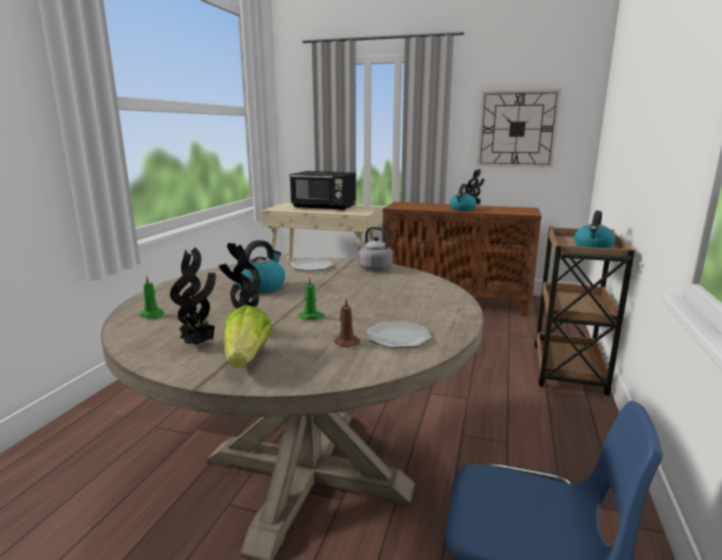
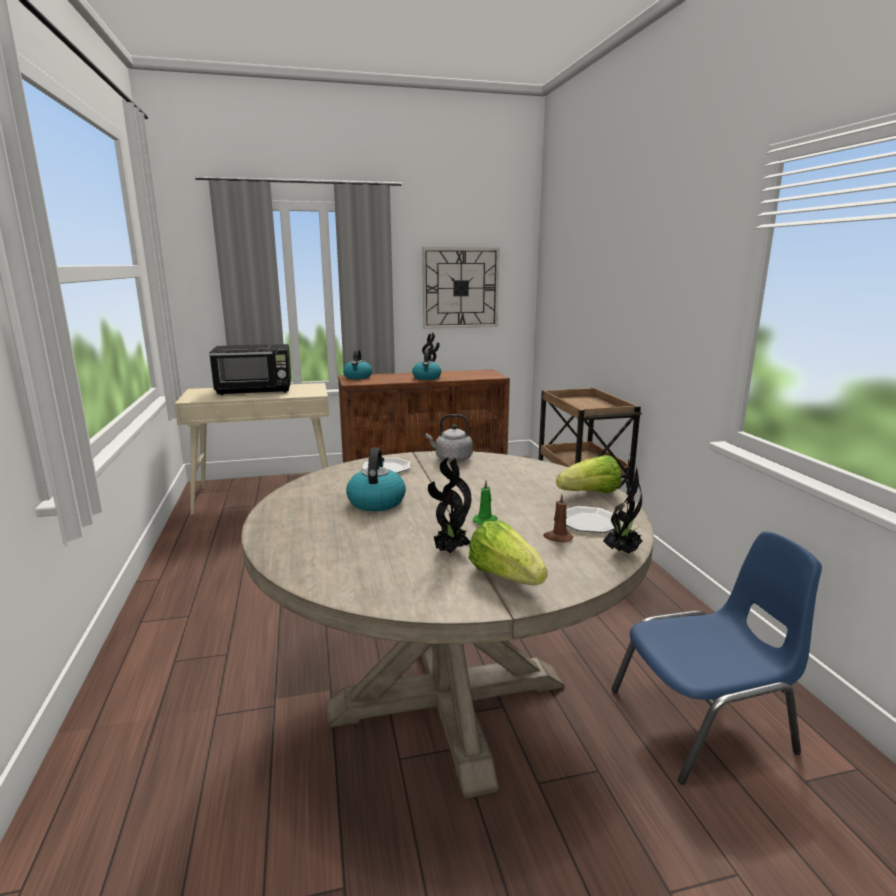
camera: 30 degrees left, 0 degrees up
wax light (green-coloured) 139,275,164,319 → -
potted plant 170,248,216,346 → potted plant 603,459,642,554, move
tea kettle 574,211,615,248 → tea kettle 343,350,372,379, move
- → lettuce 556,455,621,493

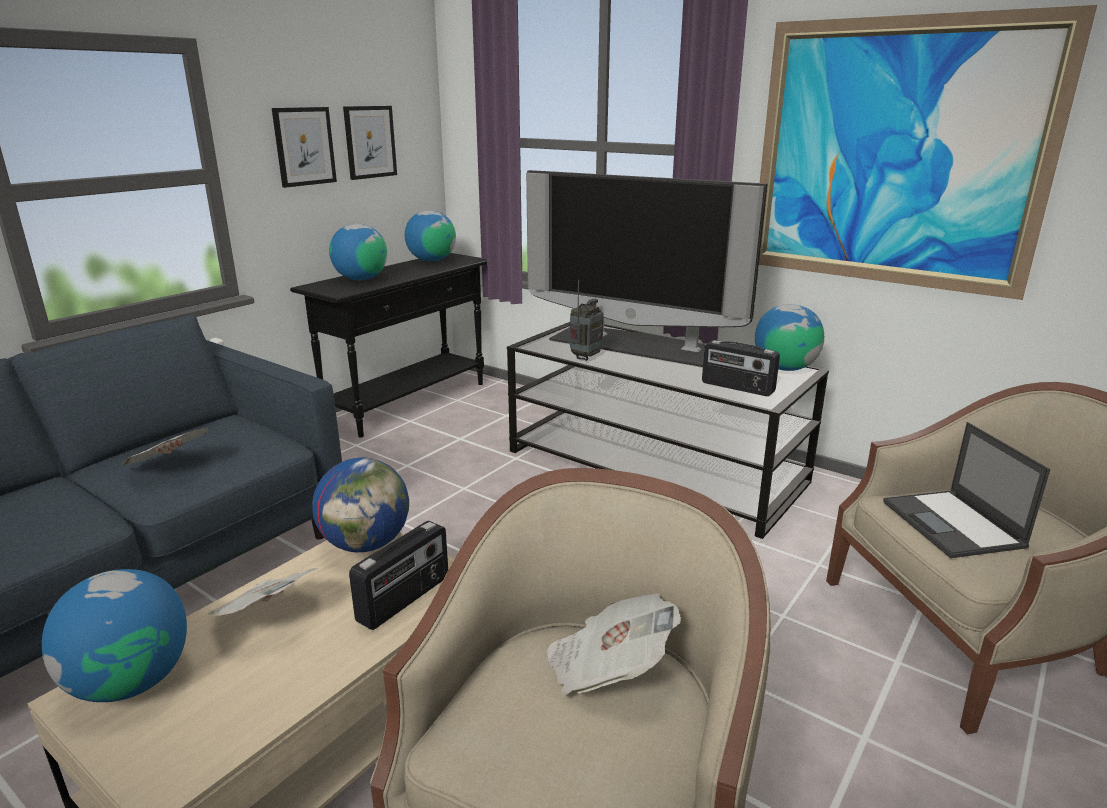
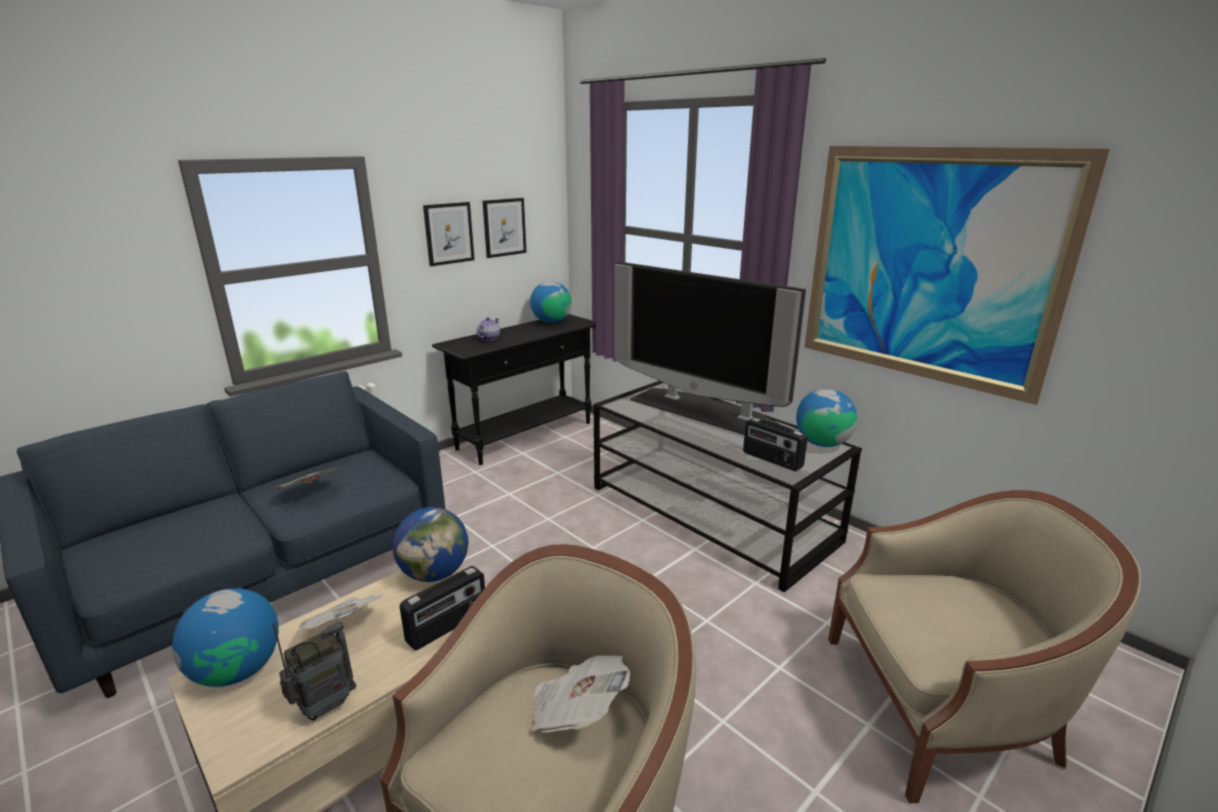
camera: 10 degrees right, 0 degrees up
world globe 329,224,387,280 → teapot 477,317,500,341
radio set 570,280,604,361 → radio set 272,621,356,722, move
laptop 883,422,1050,558 → -

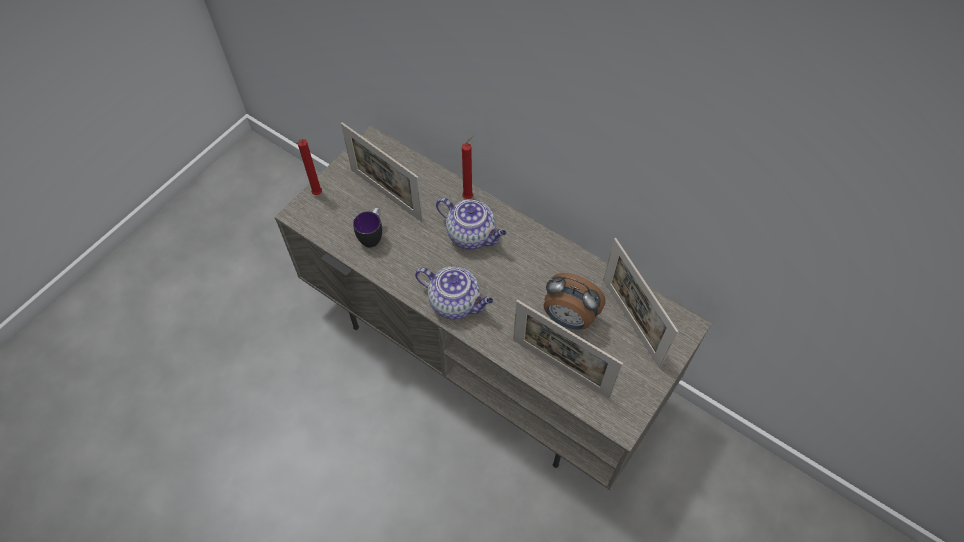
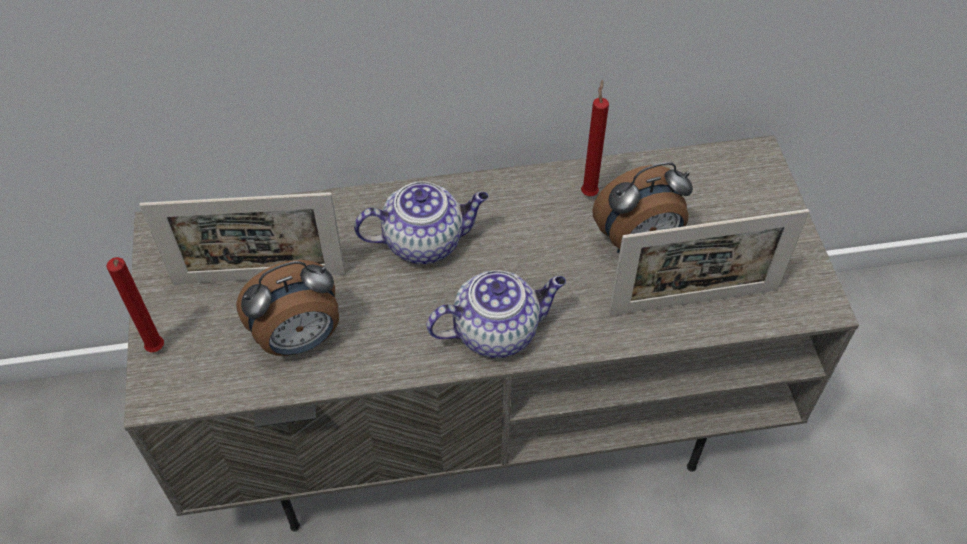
camera: 45 degrees left, 5 degrees down
mug 353,208,382,248 → bedside clock 236,260,339,356
wax light (red) 462,135,474,199 → wax light (red) 581,79,609,196, move
standing frame 603,238,678,368 → -

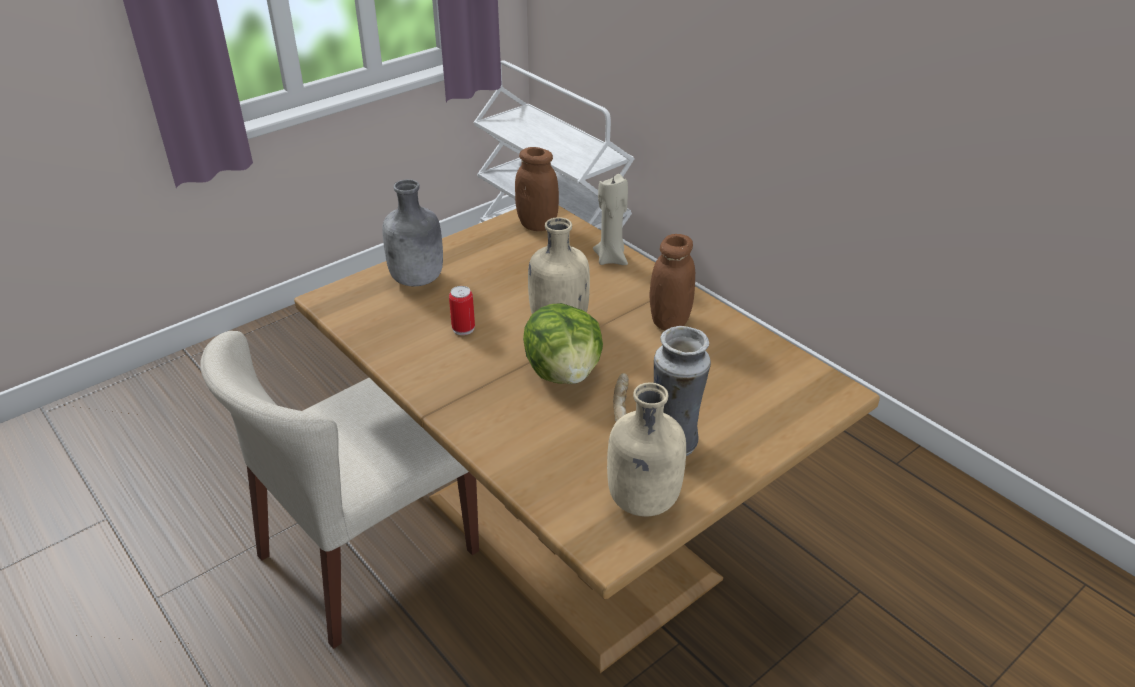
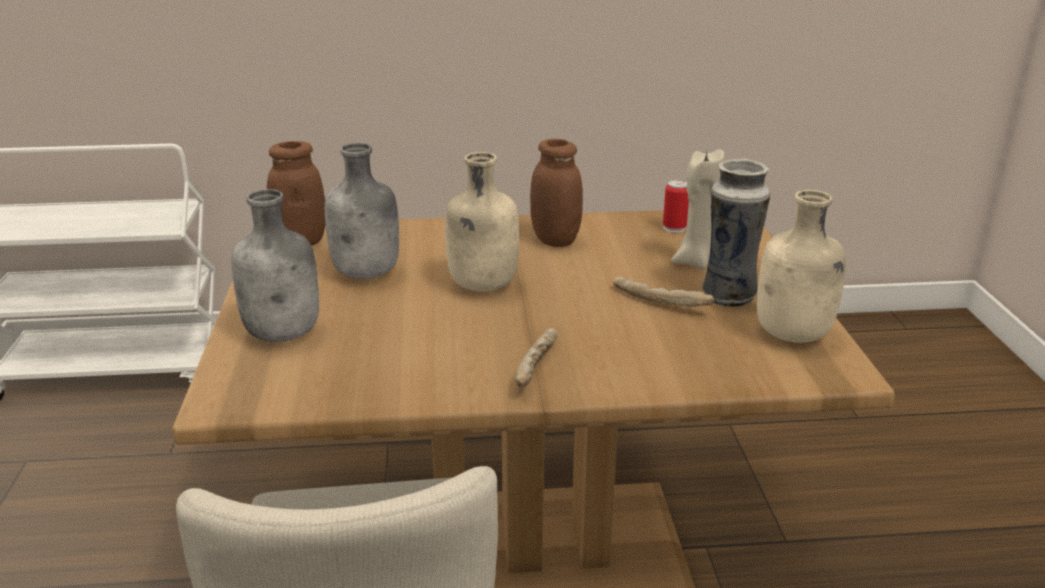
camera: 55 degrees left, 10 degrees down
metal can 449,286,475,335 → metal can 663,180,689,233, move
lettuce 523,303,603,384 → -
wax light (beige) 593,174,628,265 → wax light (beige) 671,149,725,270, move
- → drink bottle (grey) 325,143,399,279
- → bread 514,328,557,387

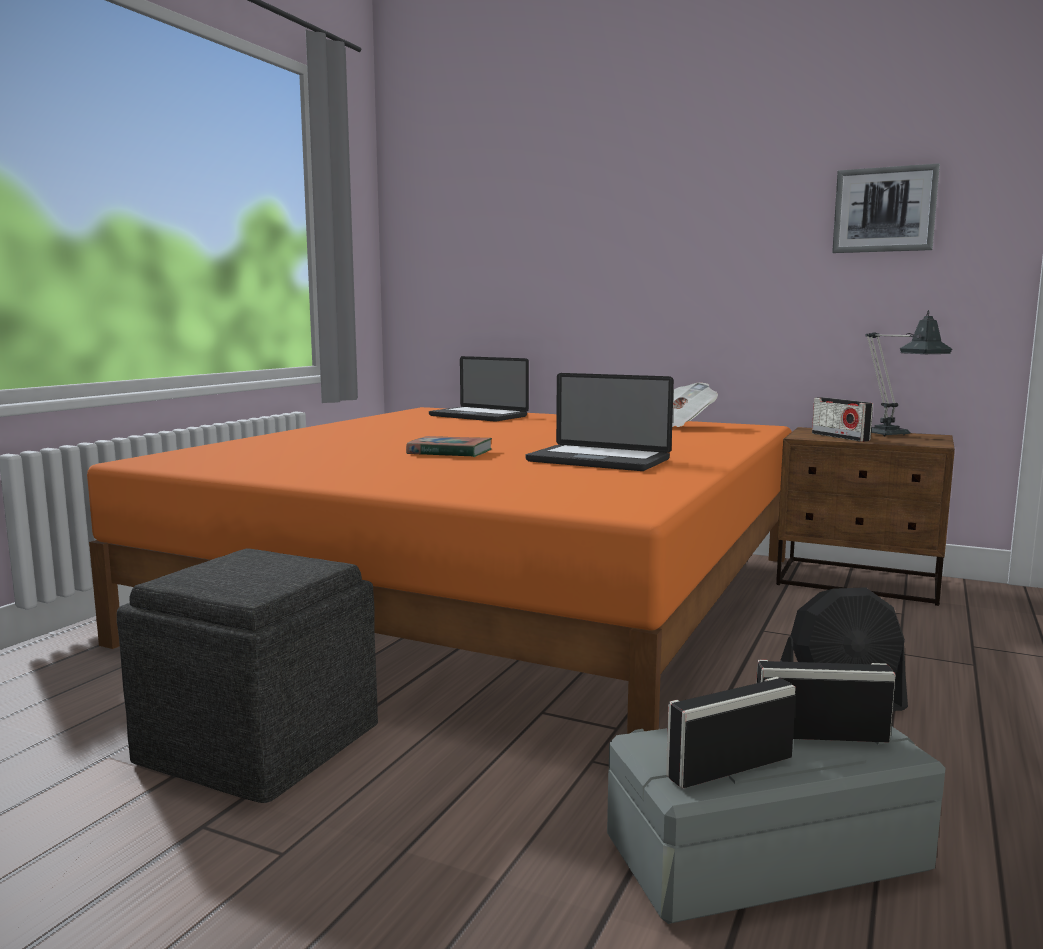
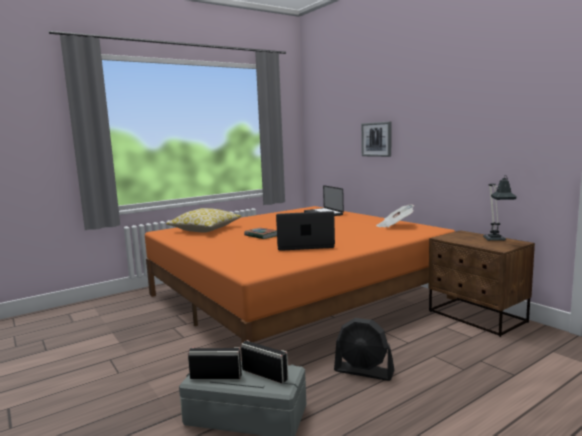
camera: 30 degrees right, 0 degrees up
ottoman (grey) 117,548,378,803 → -
laptop 526,373,674,471 → laptop 276,211,335,251, 120 degrees clockwise
radio set 812,397,873,442 → -
wall picture 832,163,940,253 → wall picture 361,121,391,157, move
- → throw pillow 166,208,242,233

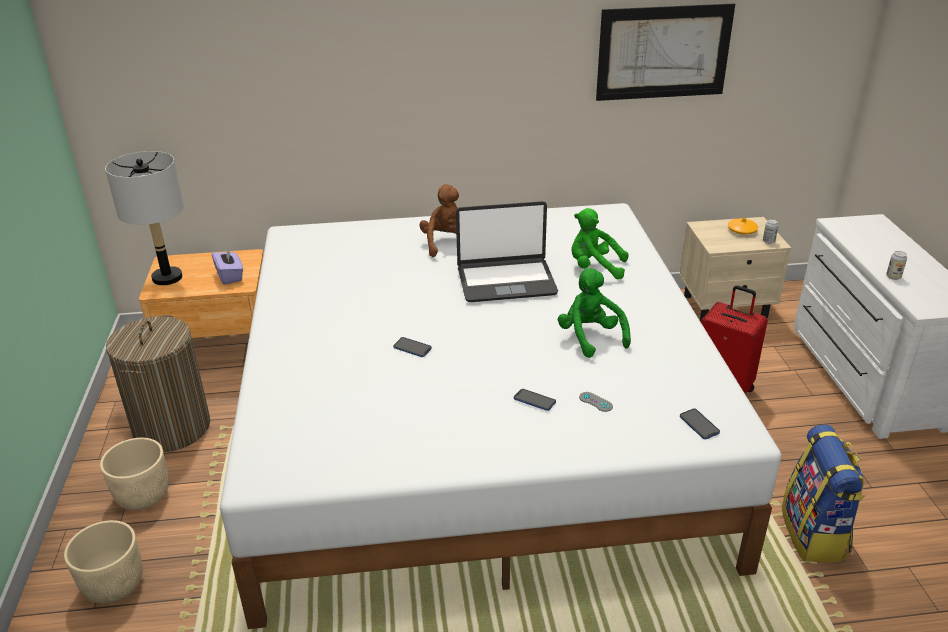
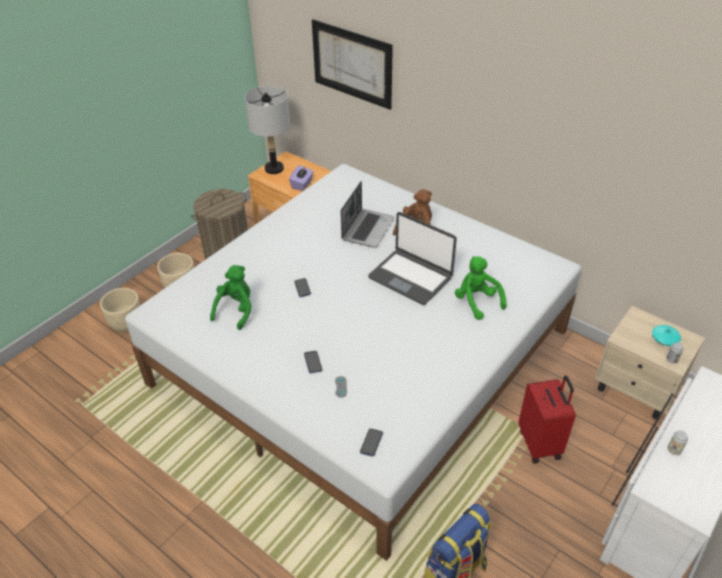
camera: 45 degrees right, 10 degrees up
cuddly toy (green-coloured) 558,268,631,358 → cuddly toy (green-coloured) 210,265,252,330, move
wall picture 596,3,735,101 → wall picture 312,19,393,110, move
decorative vase (orange) 728,218,758,234 → decorative vase (turquoise) 652,325,681,346
- → laptop 340,181,395,248

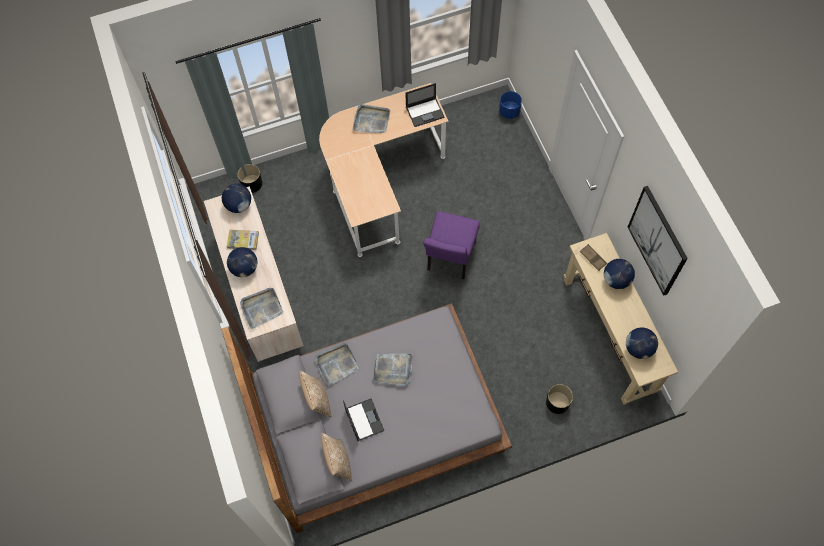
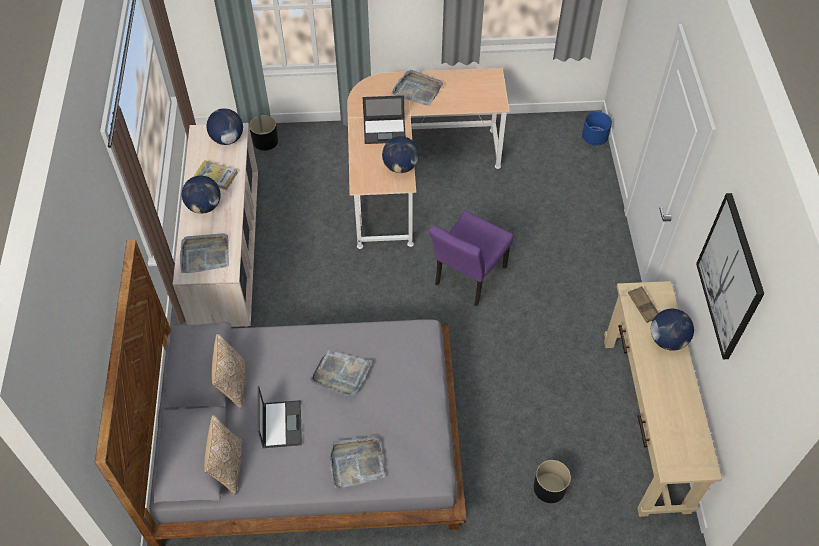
camera: 15 degrees right, 10 degrees down
tray (grey) 315,343,359,386 → tray (grey) 329,436,385,489, move
laptop 405,83,445,127 → laptop 363,95,406,144, move
world globe 626,327,658,359 → world globe 382,136,419,173, move

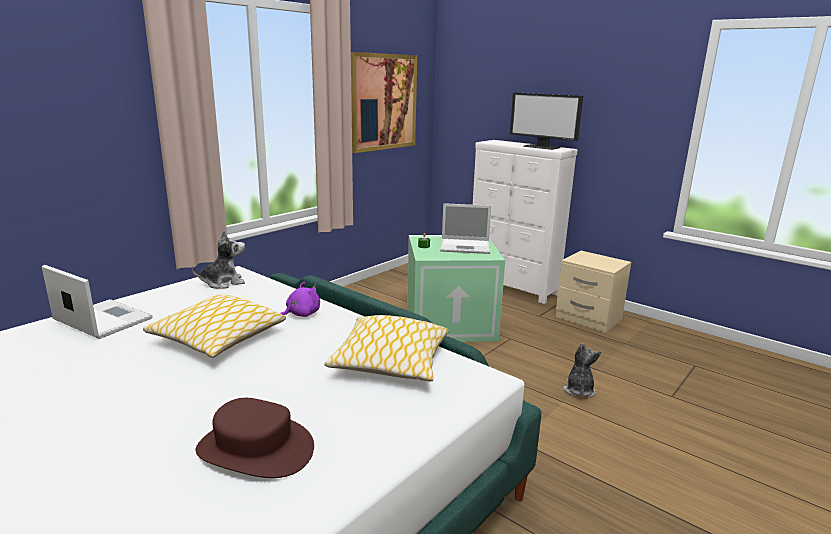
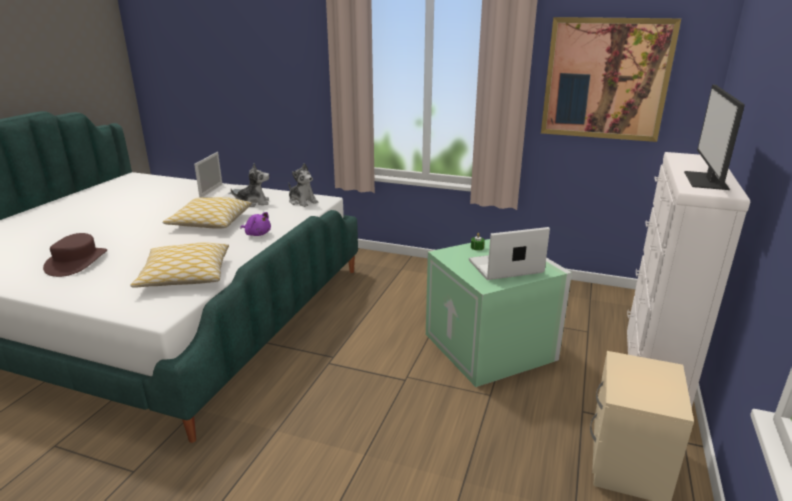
camera: 70 degrees right, 5 degrees up
laptop 440,203,491,254 → laptop 469,227,550,280, 90 degrees clockwise
cuddly toy 563,343,601,398 → cuddly toy 231,163,269,207, move

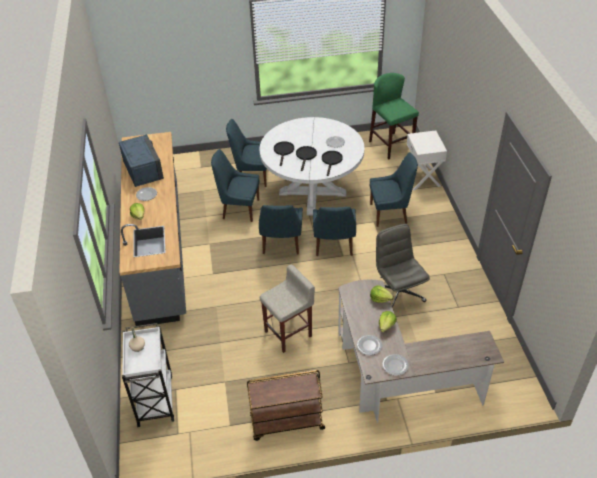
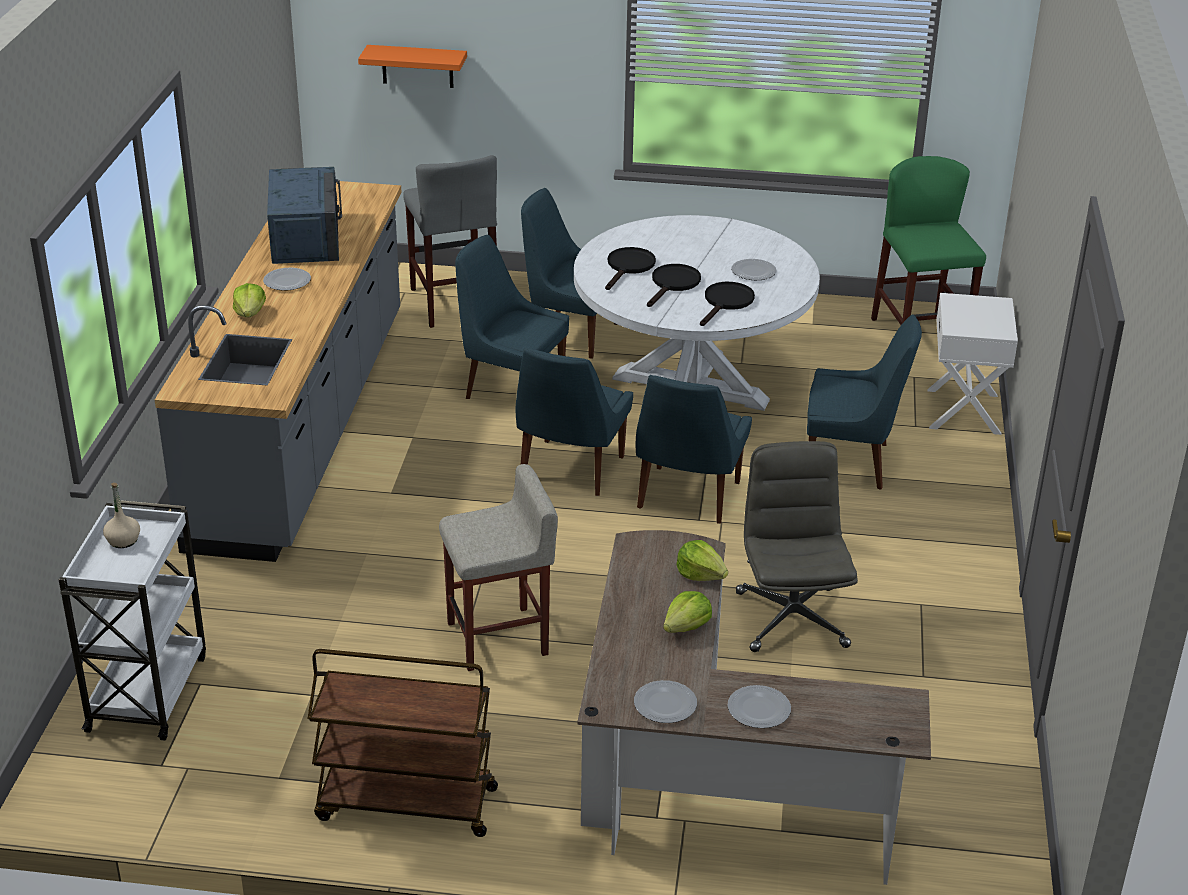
camera: 15 degrees right, 10 degrees down
dinner plate 357,335,382,355 → dinner plate 728,685,791,728, move
- → wall shelf (orange) 358,45,467,88
- → stool (grey) 403,155,497,328

